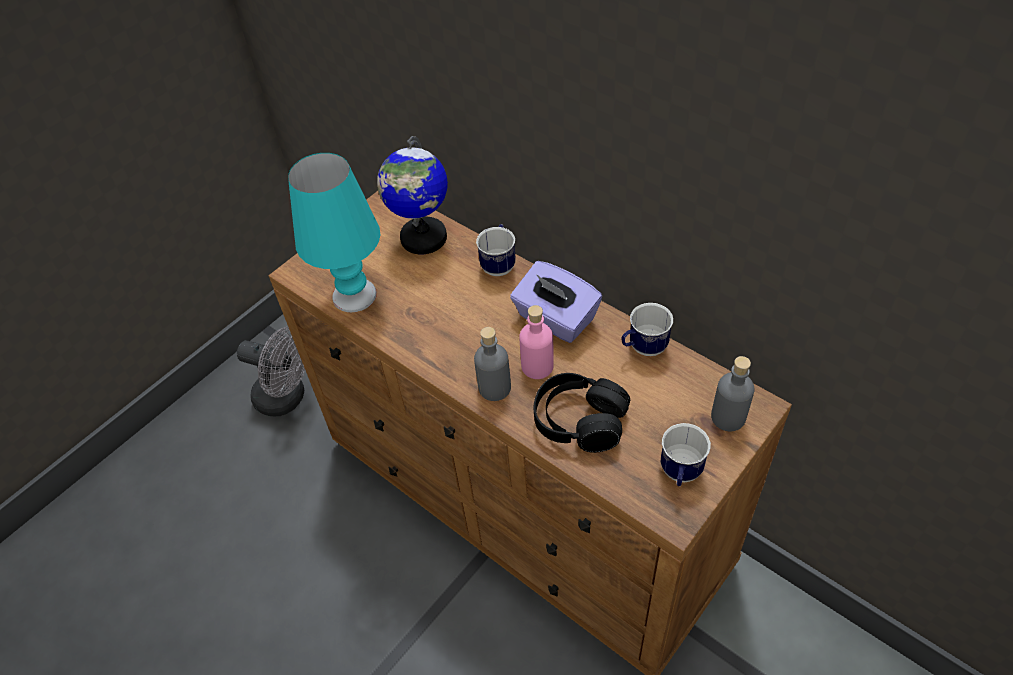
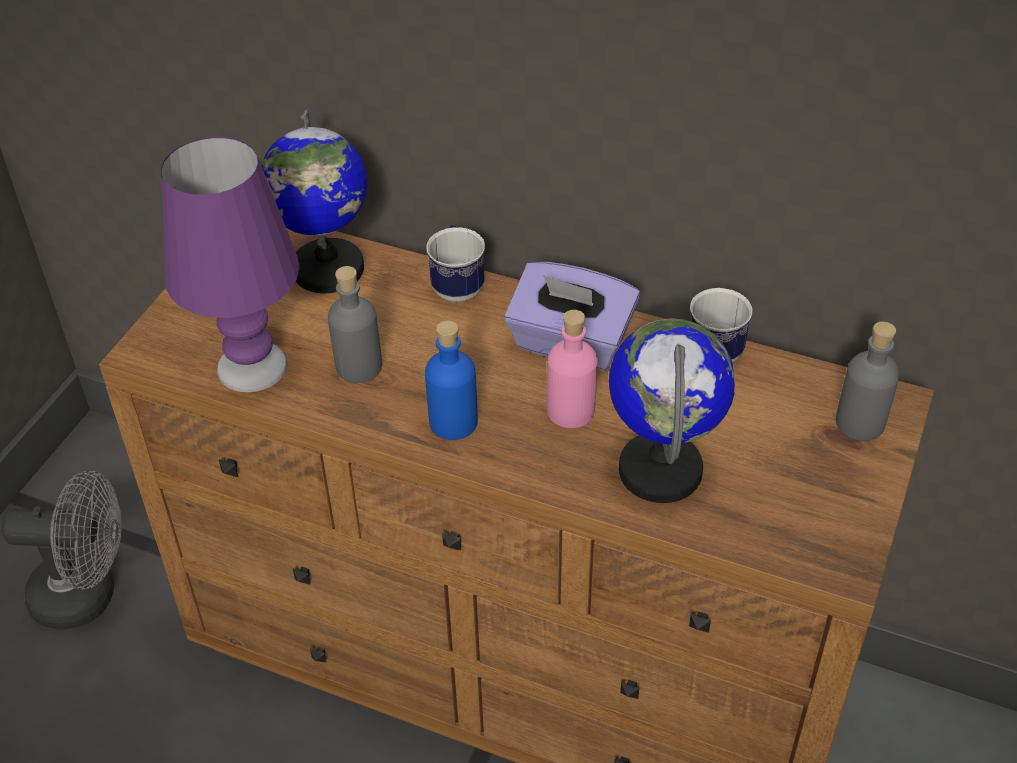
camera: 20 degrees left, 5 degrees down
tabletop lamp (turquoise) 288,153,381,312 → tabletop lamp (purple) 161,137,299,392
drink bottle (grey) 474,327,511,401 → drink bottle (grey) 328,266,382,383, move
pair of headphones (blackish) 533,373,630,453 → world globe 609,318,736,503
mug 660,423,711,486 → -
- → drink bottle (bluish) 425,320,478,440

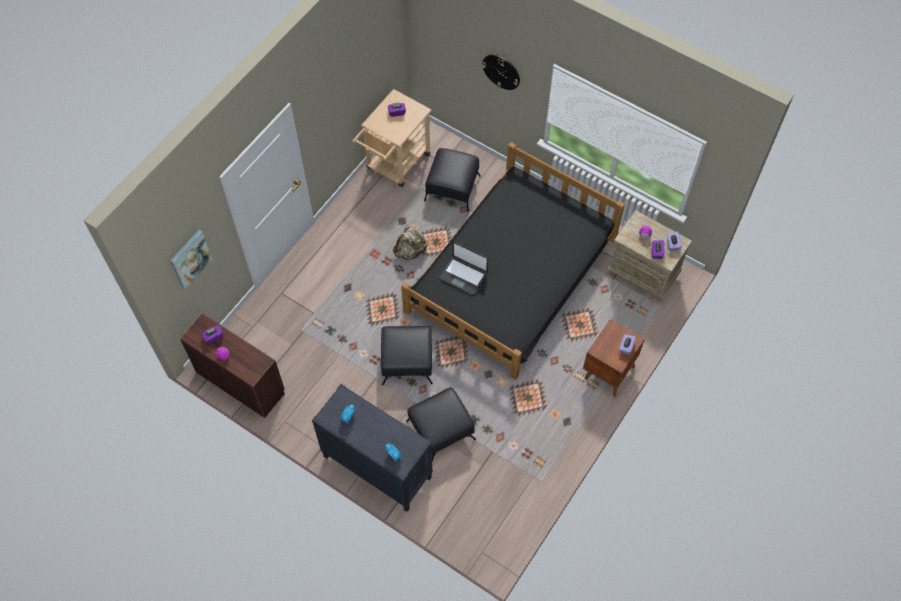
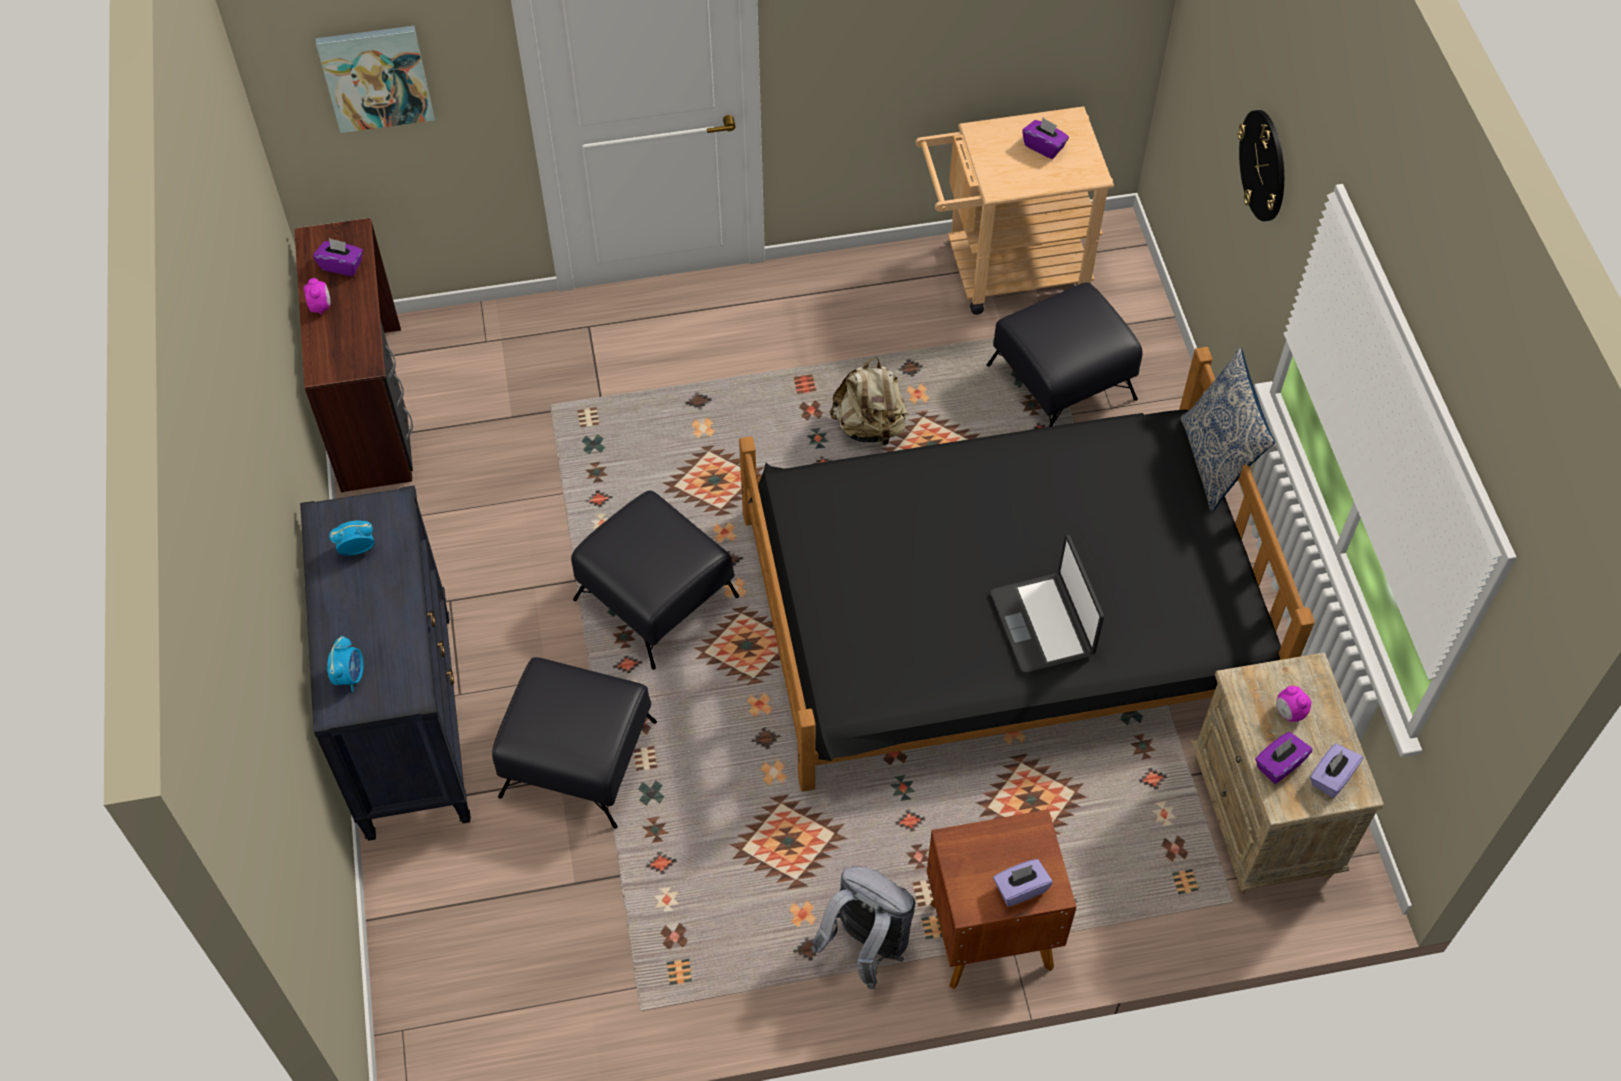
camera: 45 degrees right, 5 degrees down
laptop 439,242,488,295 → laptop 991,535,1104,673, move
- → rucksack (grey) 811,866,915,989
- → throw pillow 1181,348,1275,512

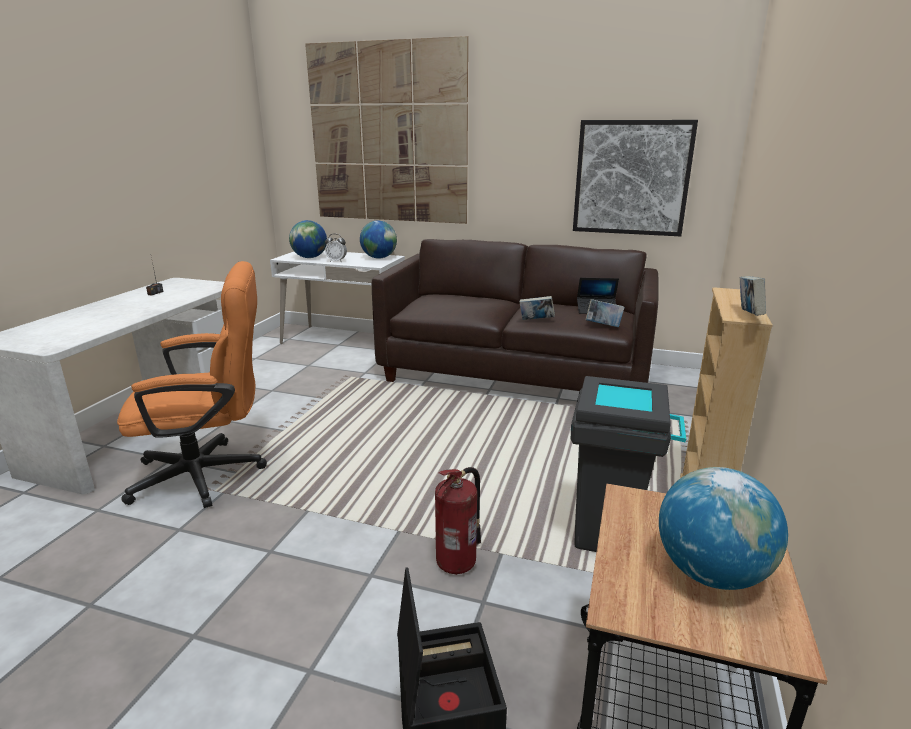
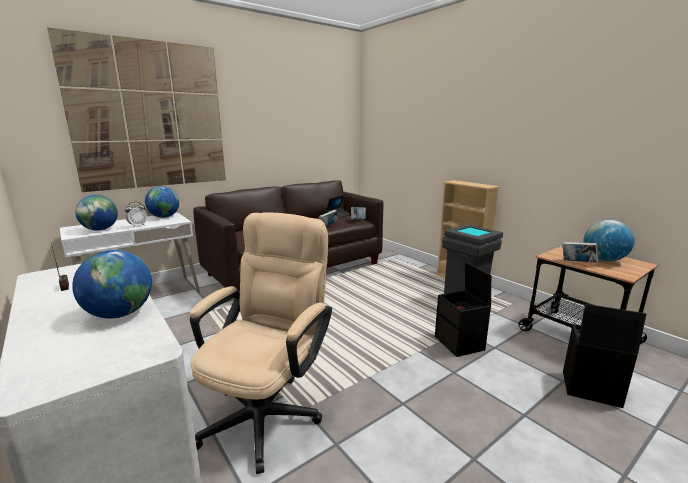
camera: 55 degrees left, 5 degrees down
office chair (orange) 117,261,267,508 → office chair (beige) 190,212,332,474
fire extinguisher 435,467,481,575 → storage container (blackish) 435,261,491,357
wall picture 573,120,698,236 → -
bound book 740,276,766,316 → bound book 562,242,599,263, move
- → world globe 72,250,152,319

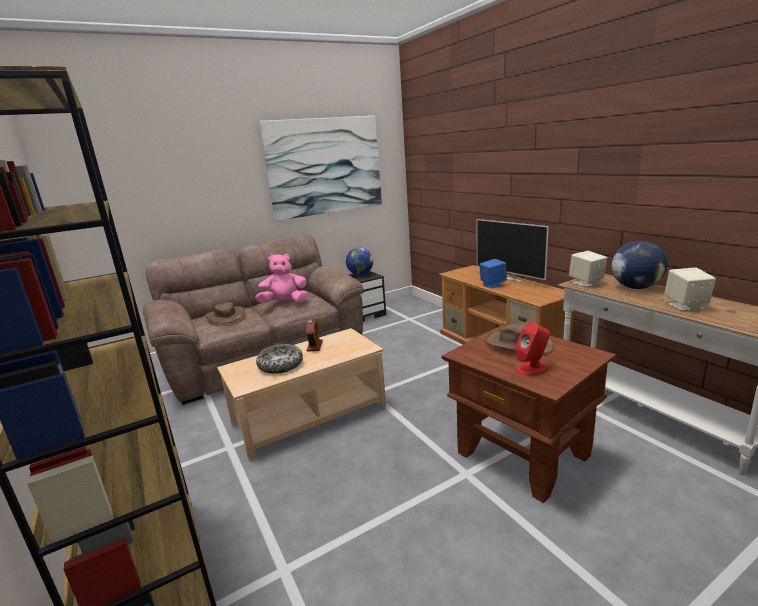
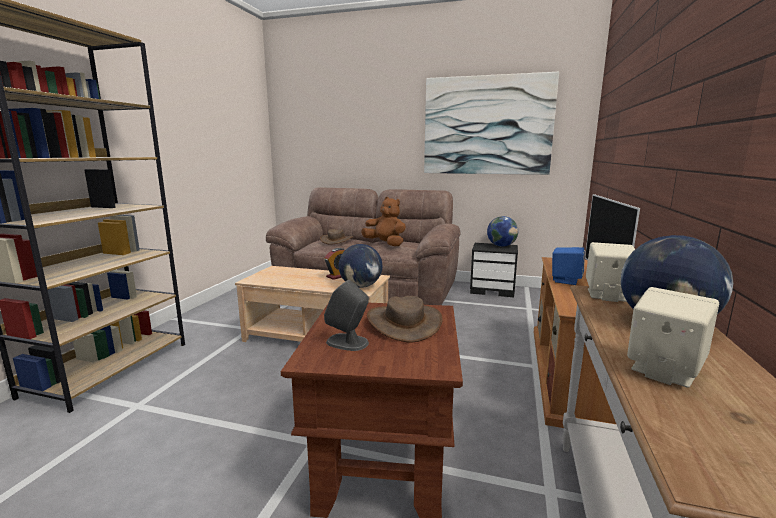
camera: 45 degrees right, 5 degrees down
cuddly toy (pinkish) 255,253,309,303 → cuddly toy (brownish) 361,197,406,247
deep dish 256,344,303,374 → -
speaker (red) 515,322,550,376 → speaker (grey) 324,280,369,351
- → world globe 338,244,382,288

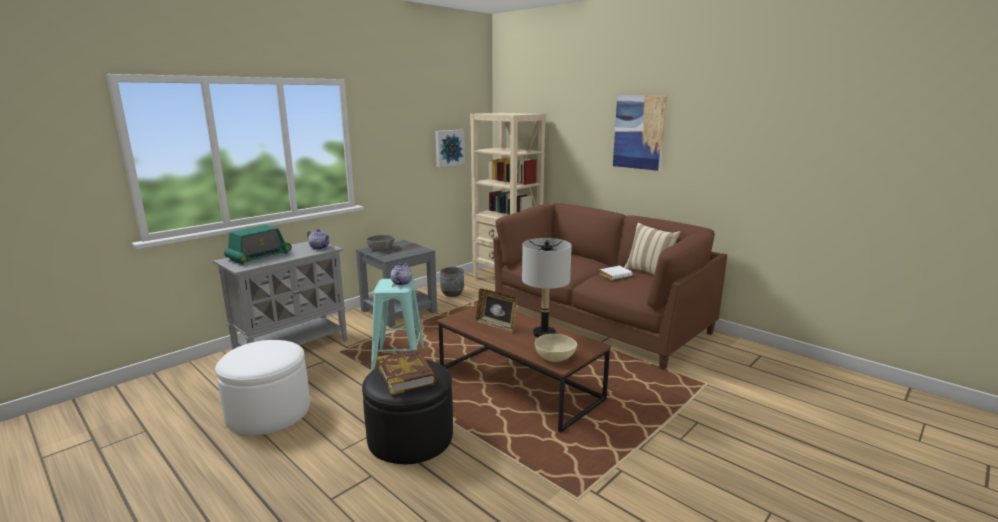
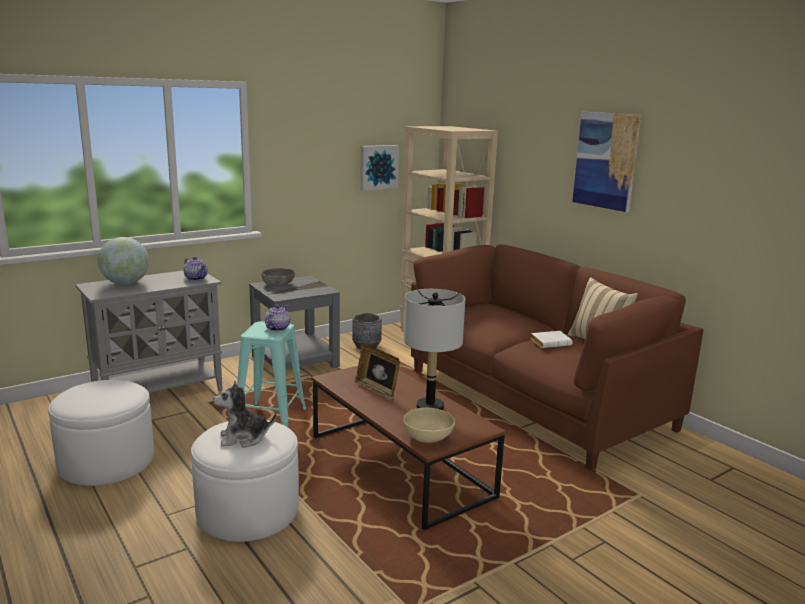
camera: 10 degrees right, 0 degrees up
radio set 224,225,292,264 → world globe 98,237,149,285
ottoman (blackish) 362,360,453,464 → ottoman (whitish) 191,420,299,542
bound book 377,349,437,395 → cuddly toy 213,381,277,448

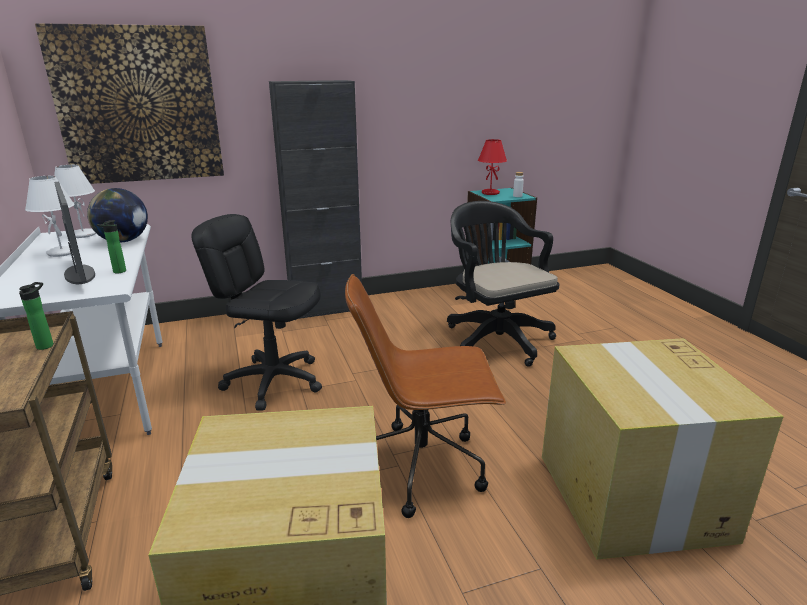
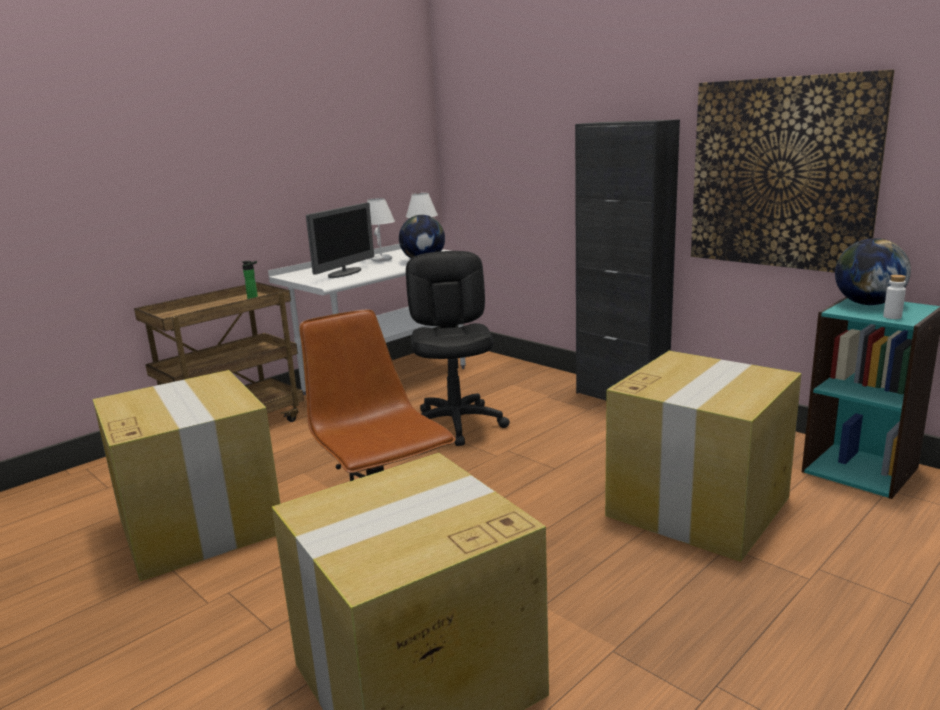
camera: 65 degrees right, 5 degrees down
wall picture 35,23,224,184 → wall picture 691,69,895,273, move
drink bottle 97,220,126,273 → -
office chair (blackish) 447,201,559,367 → cardboard box 605,351,802,562
tabletop lamp (red) 478,139,507,195 → world globe 835,238,911,305

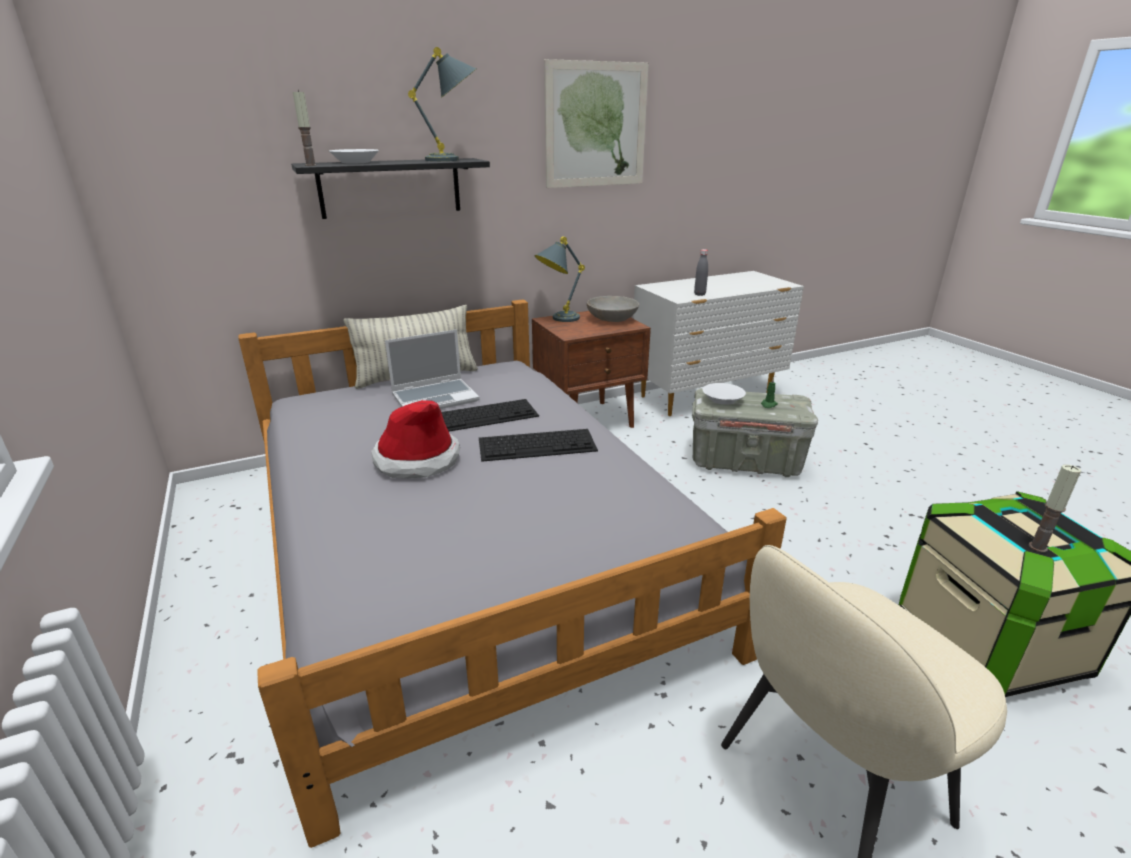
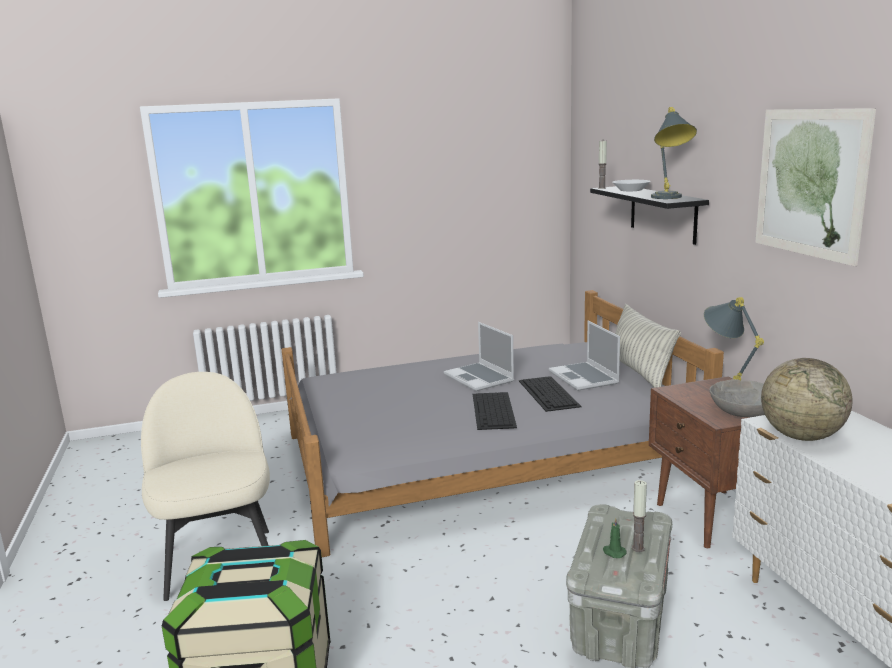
camera: 100 degrees right, 10 degrees down
wearable hat 371,400,460,479 → laptop 444,322,514,391
drink bottle (grey) 694,249,708,296 → world globe 761,358,853,441
deep dish (whitish) 703,383,746,405 → -
wax light 1028,464,1081,552 → wax light 632,480,647,552, move

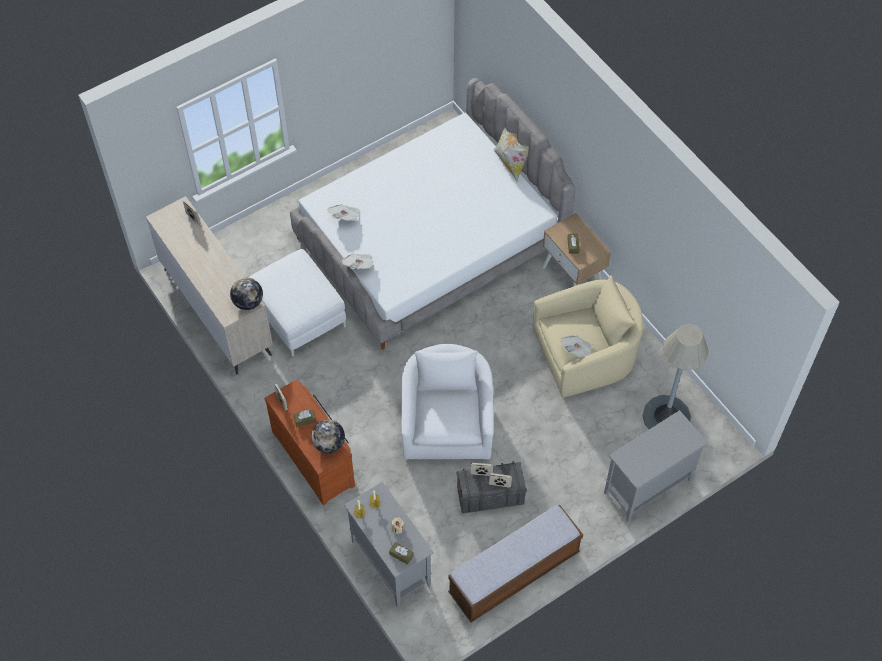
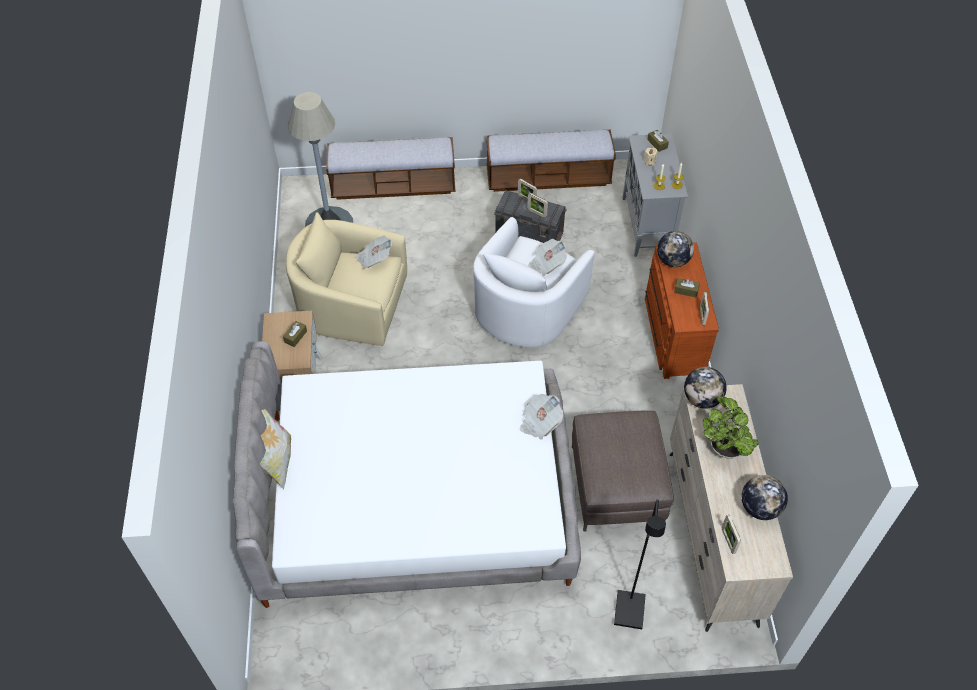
camera: 150 degrees left, 5 degrees down
ottoman (whitish) 249,249,346,357 → ottoman (brownish) 572,410,674,532
newspaper 327,204,359,221 → newspaper 528,239,567,276, move
cupboard (grey) 604,410,708,522 → indoor bench 326,137,456,200
- → standing lamp (blackish) 614,499,666,629
- → potted plant 703,396,758,459
- → world globe 742,475,788,520

